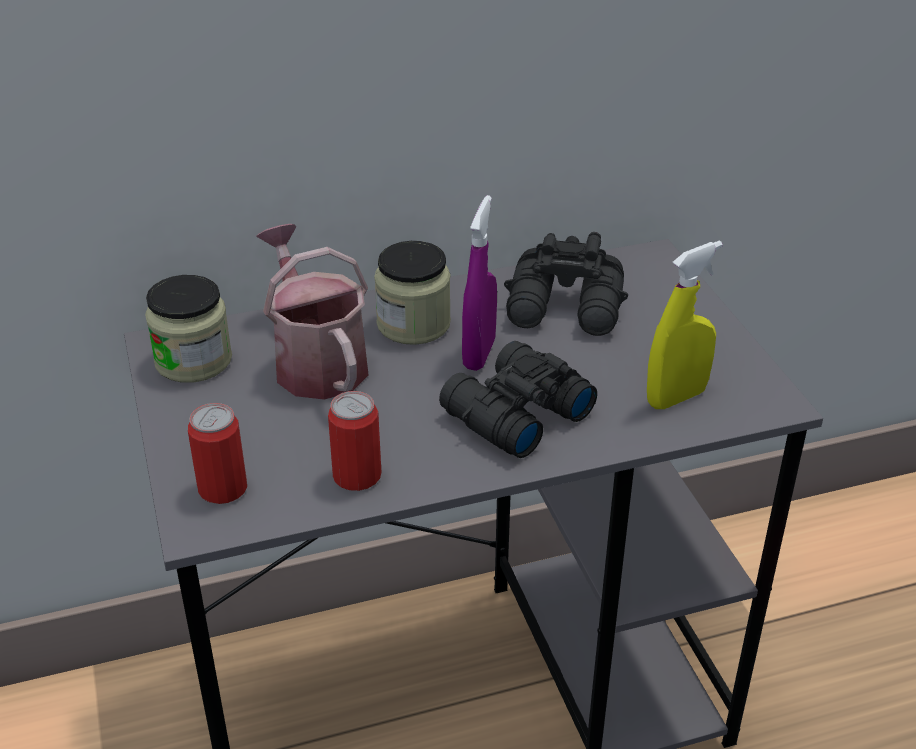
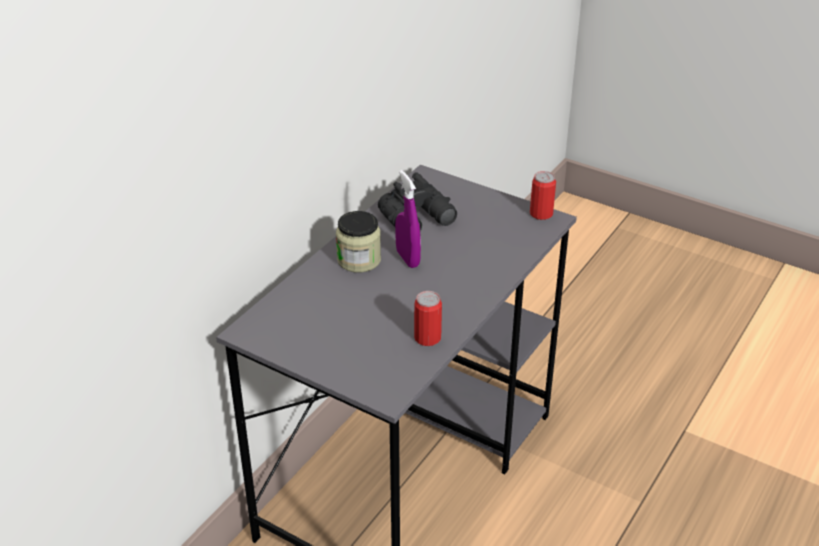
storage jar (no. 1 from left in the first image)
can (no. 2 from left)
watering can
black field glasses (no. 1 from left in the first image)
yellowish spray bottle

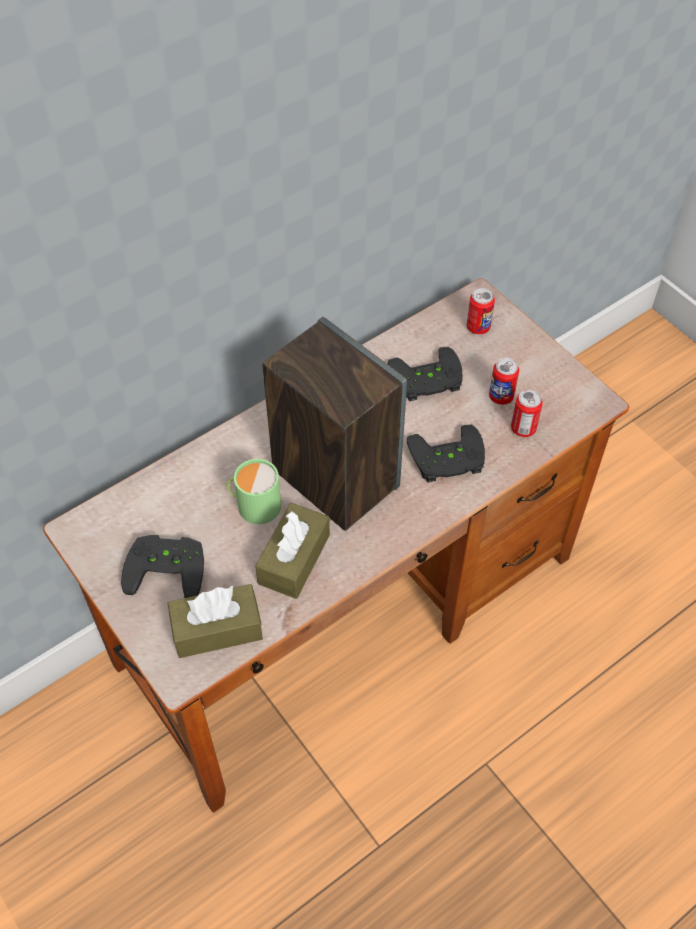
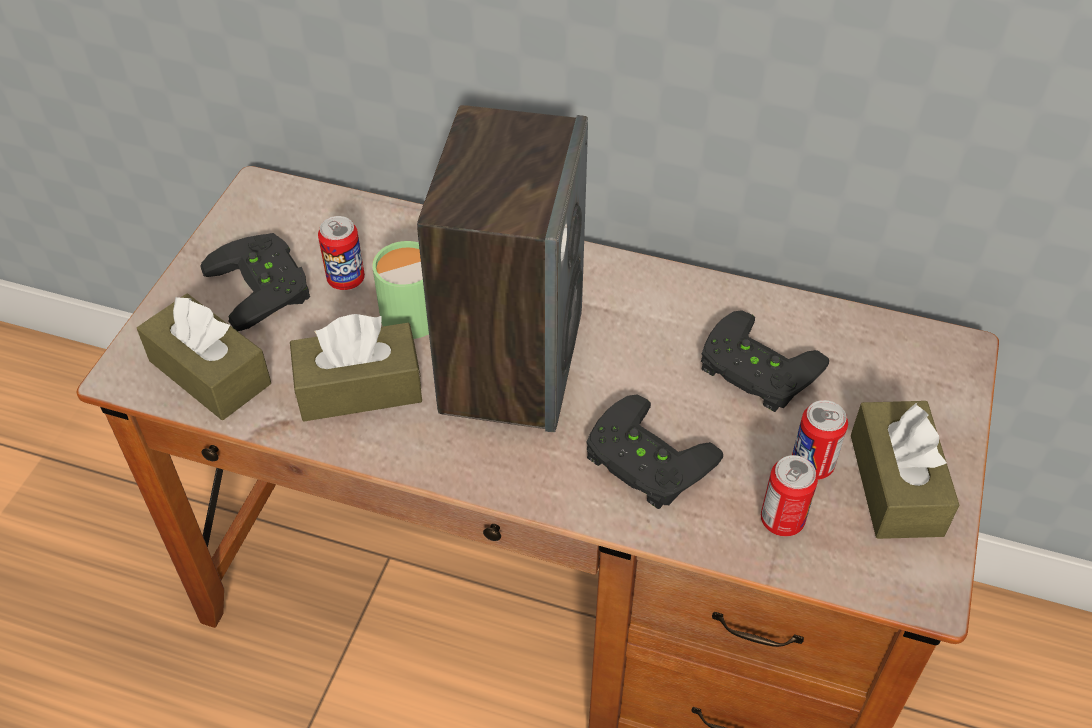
can (no. 1 from left)
brown box of tissues (no. 3 from left)

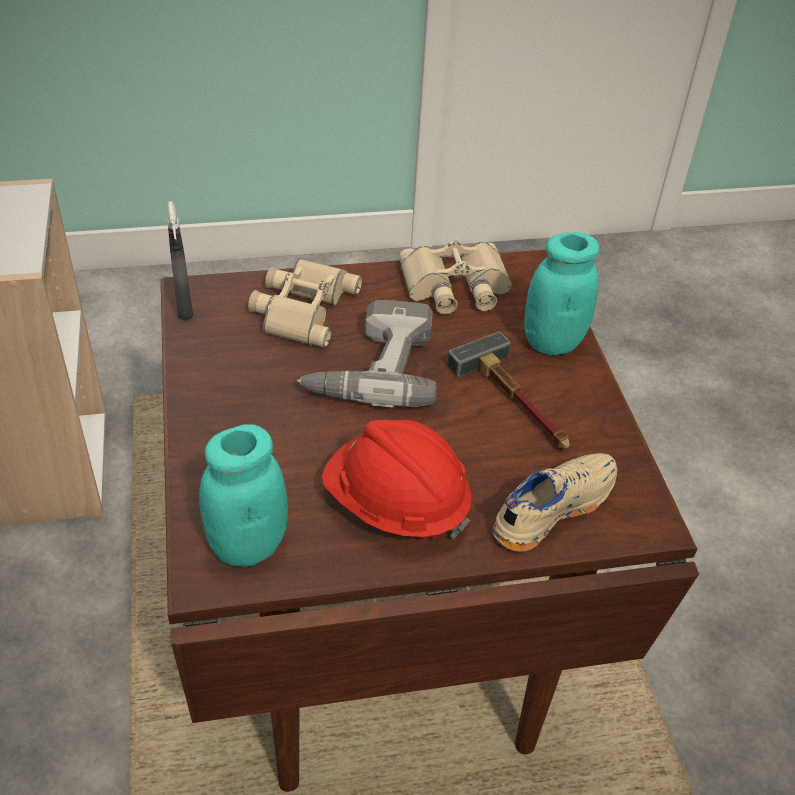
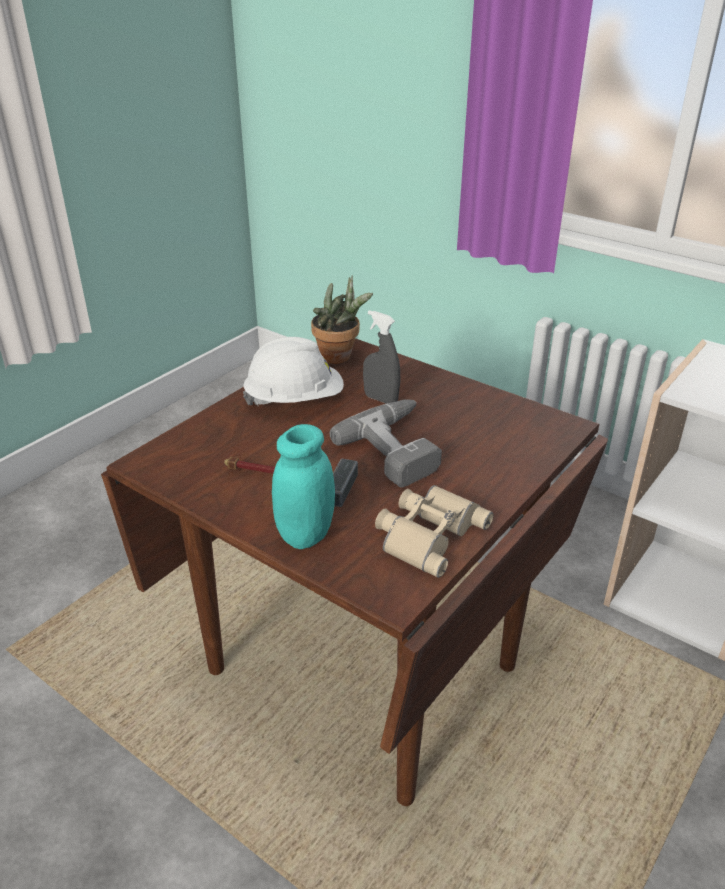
grey spray bottle
potted plant
beige-coloured field glasses (no. 1 from left in the first image)
whitish work helmet
beige-coloured item of footwear

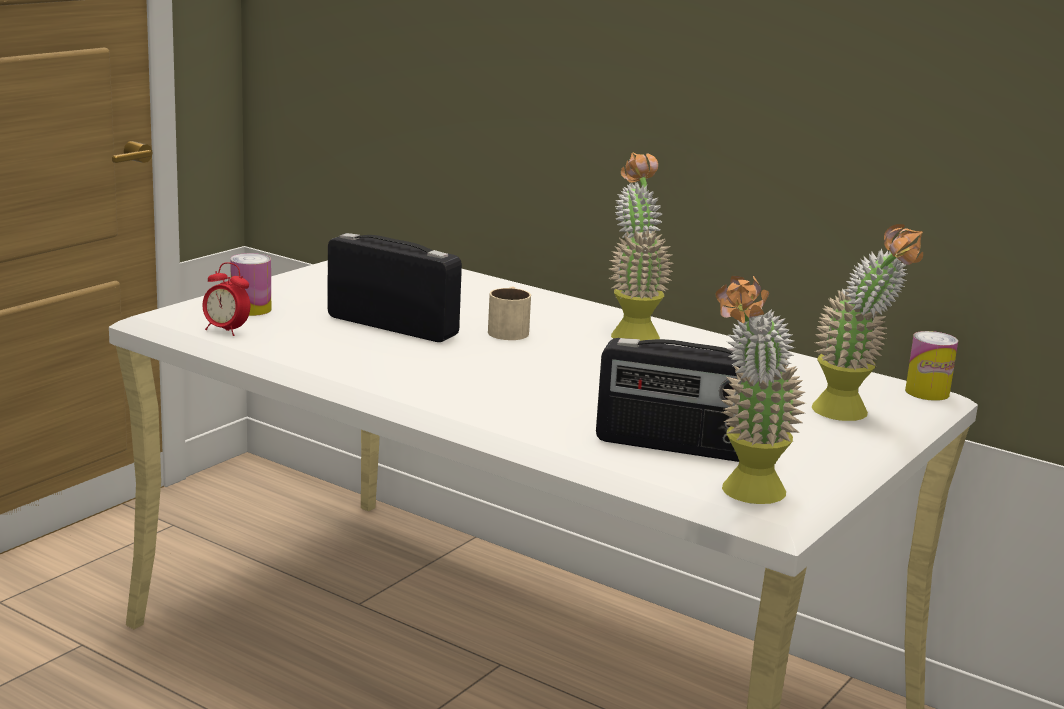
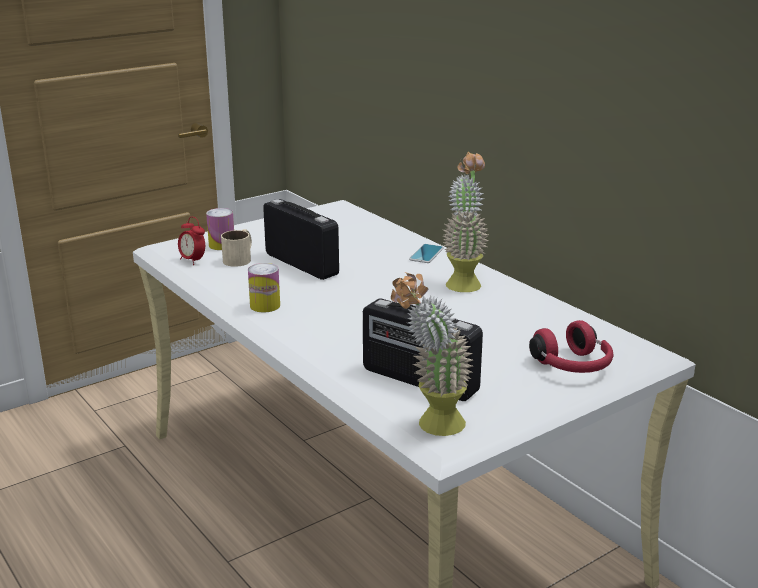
beige-coloured mug
red-coloured headphones
can (no. 2 from left)
telephone

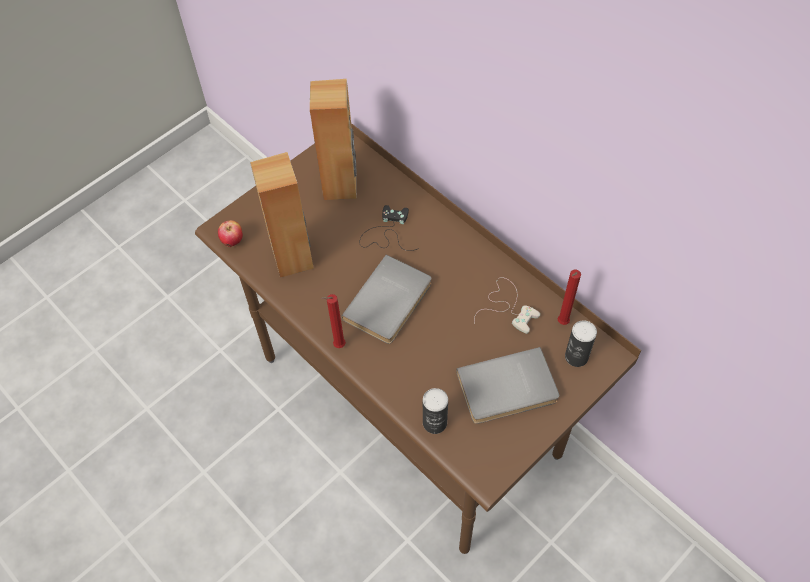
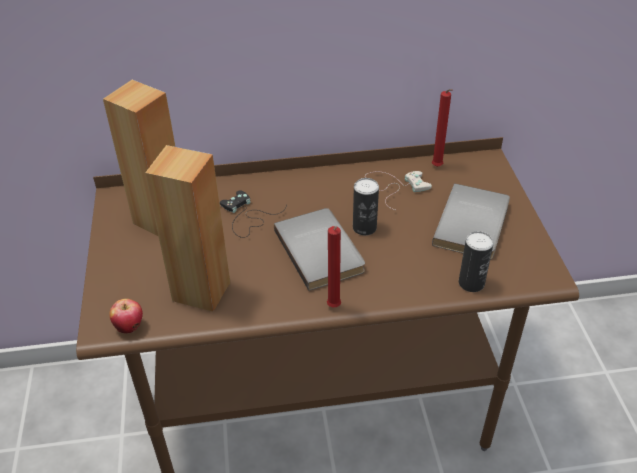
can (no. 1 from left)

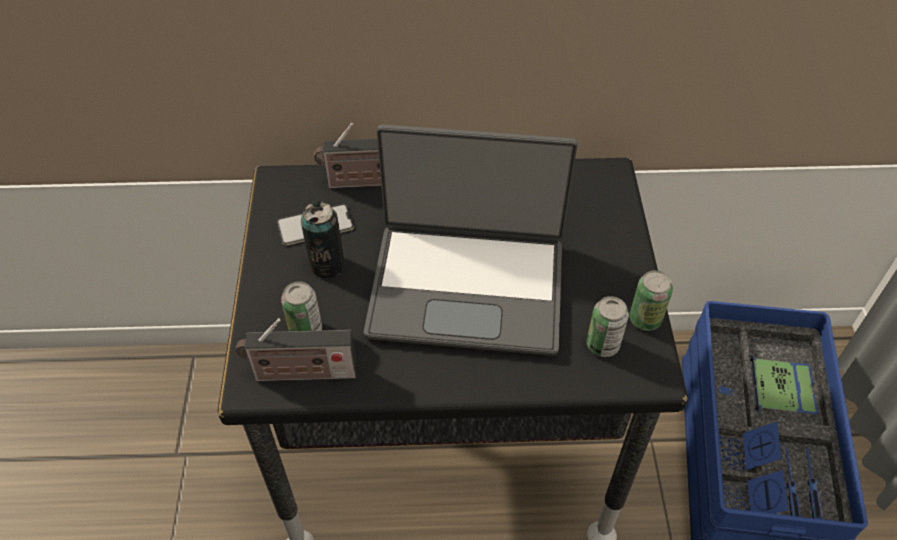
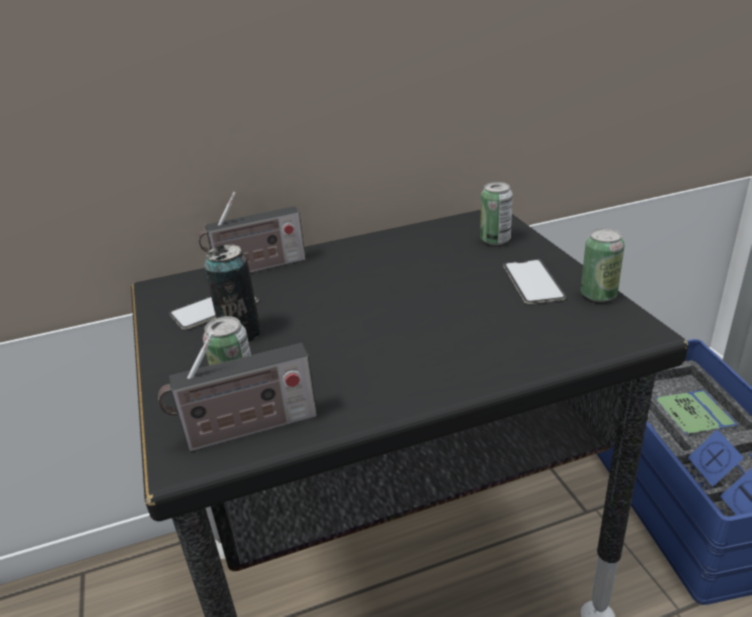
notebook computer
can (no. 3 from left)
telephone (no. 2 from left)

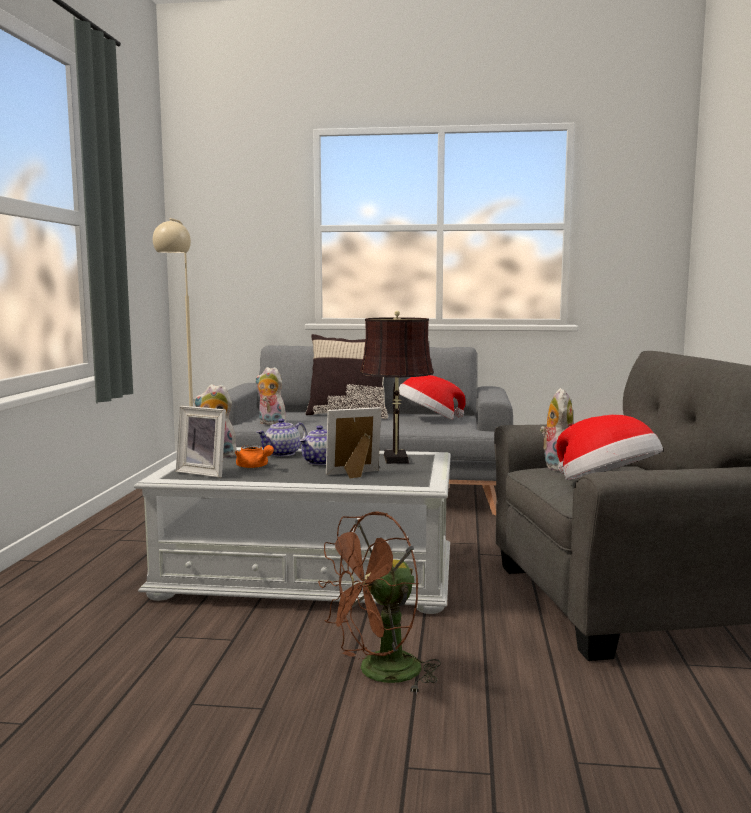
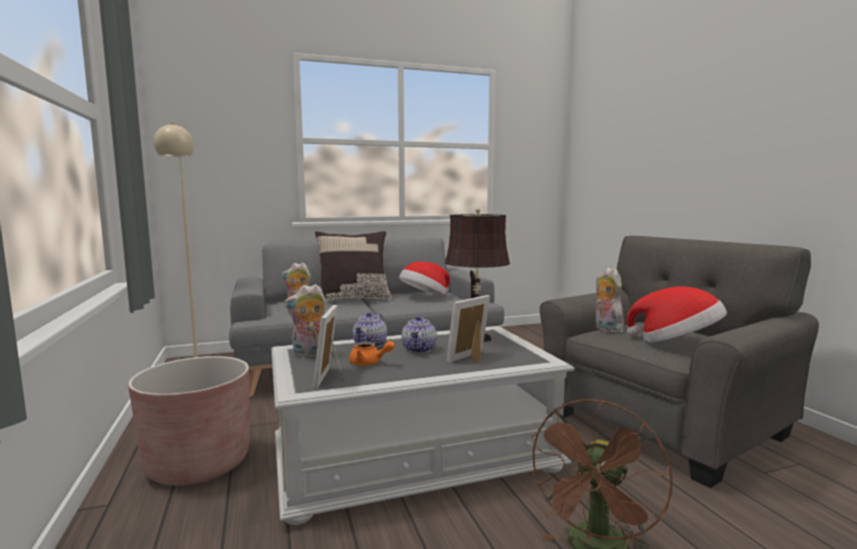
standing frame (no. 1 from left)
brown plant pot

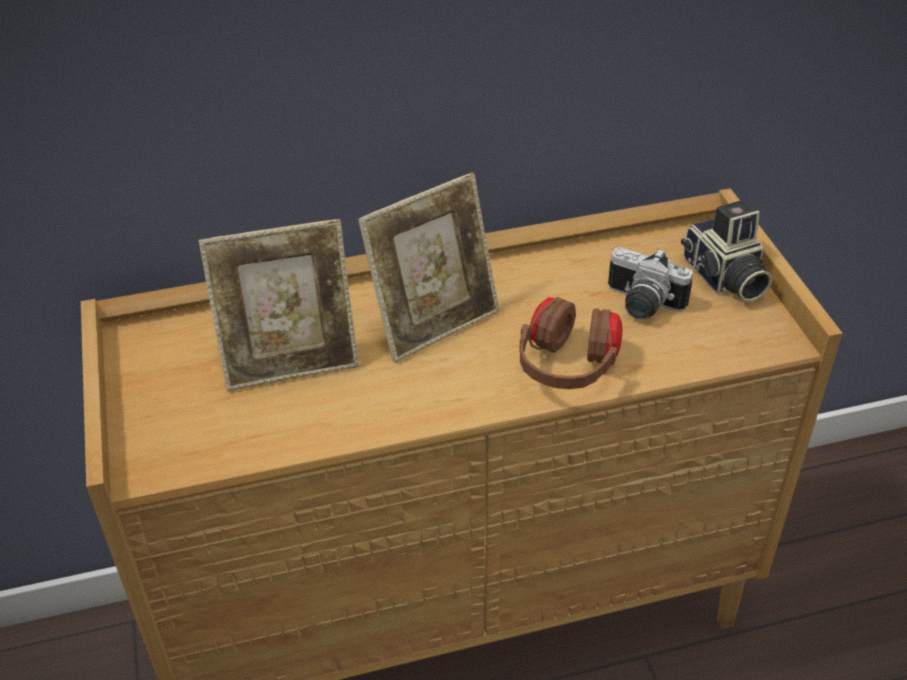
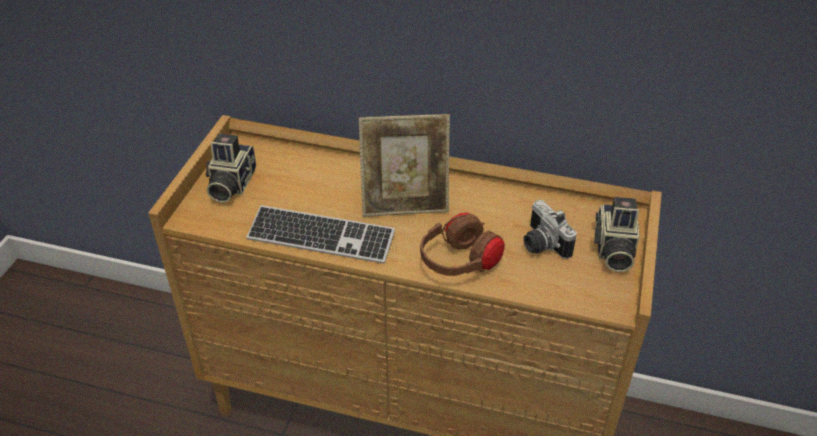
standing frame (no. 1 from left in the first image)
photo camera (no. 1 from left)
computer keyboard

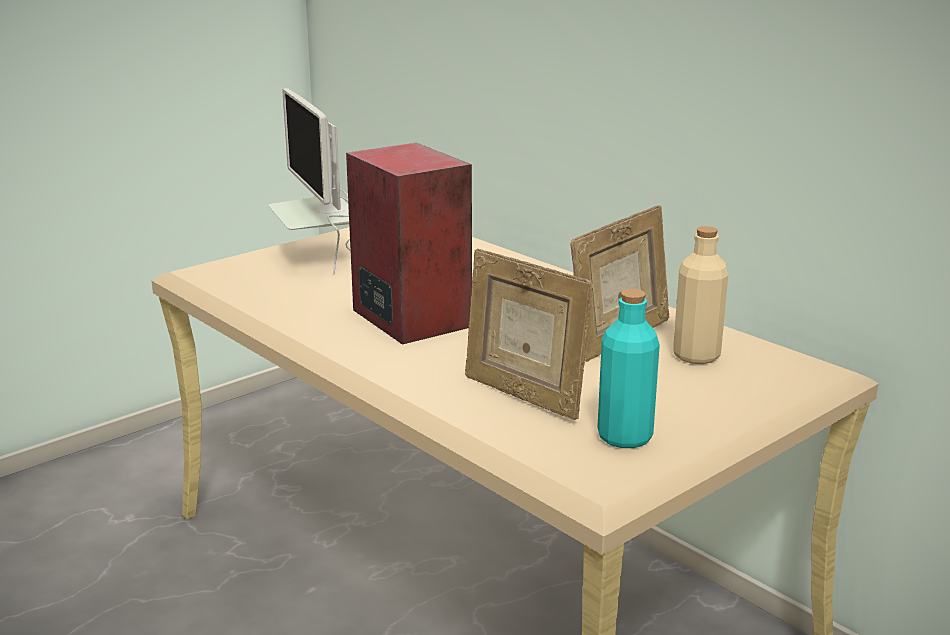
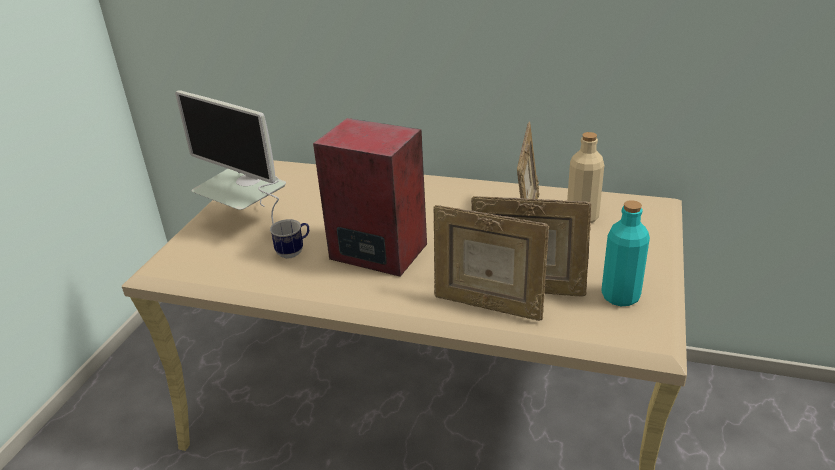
mug
standing frame (no. 1 from left)

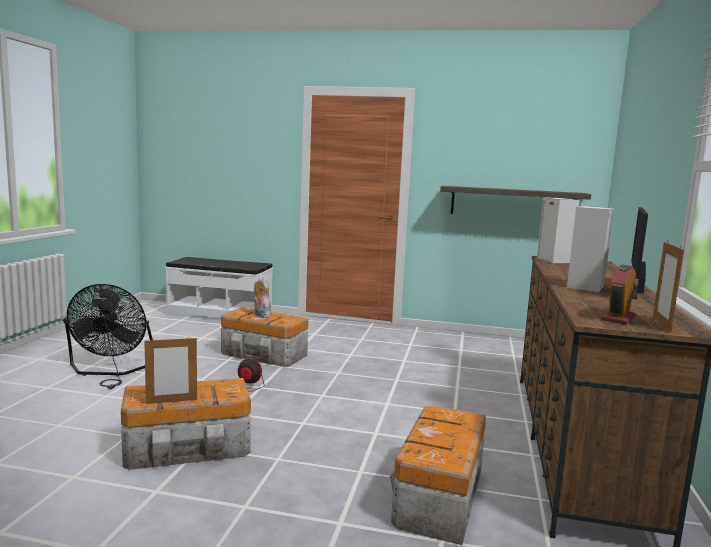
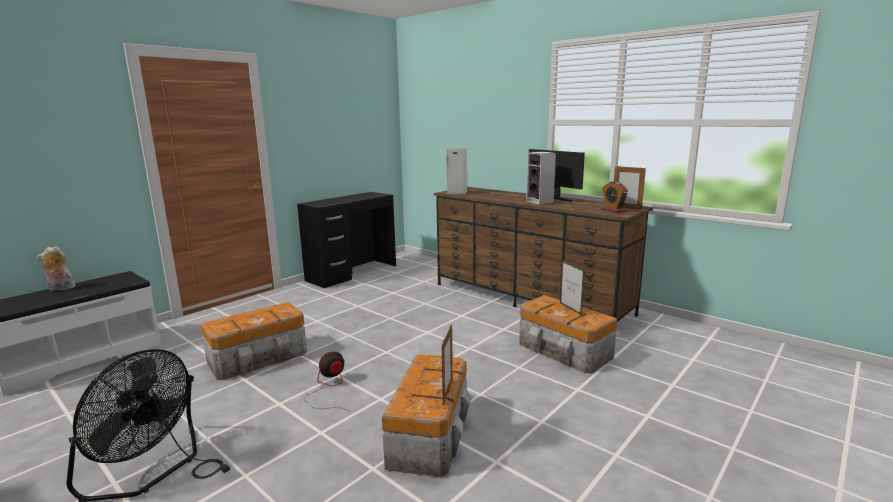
cuddly toy
wall shelf
black desk unit
standing frame (no. 2 from left)

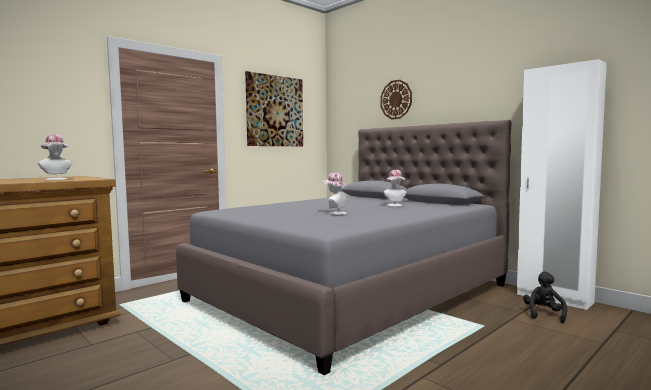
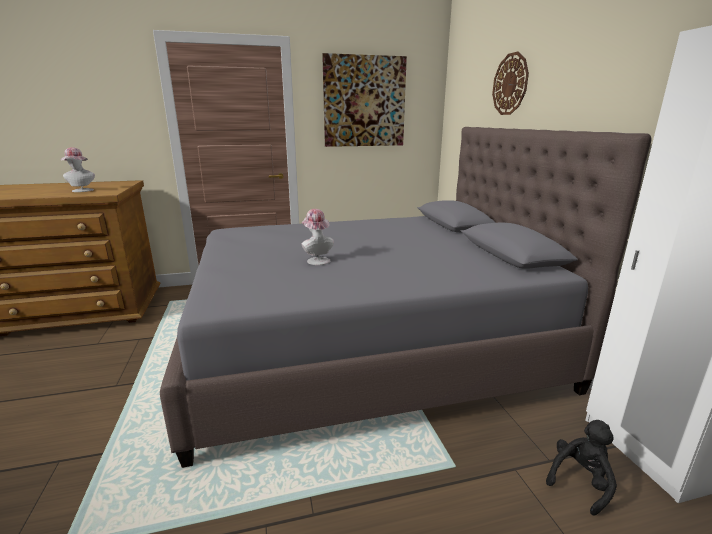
clothing hat (no. 3 from left in the first image)

